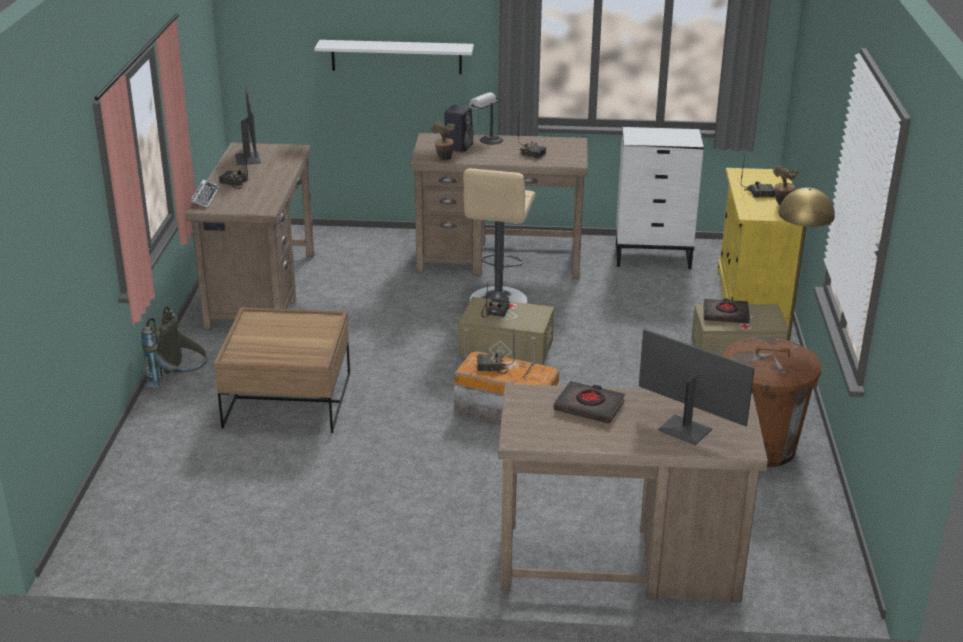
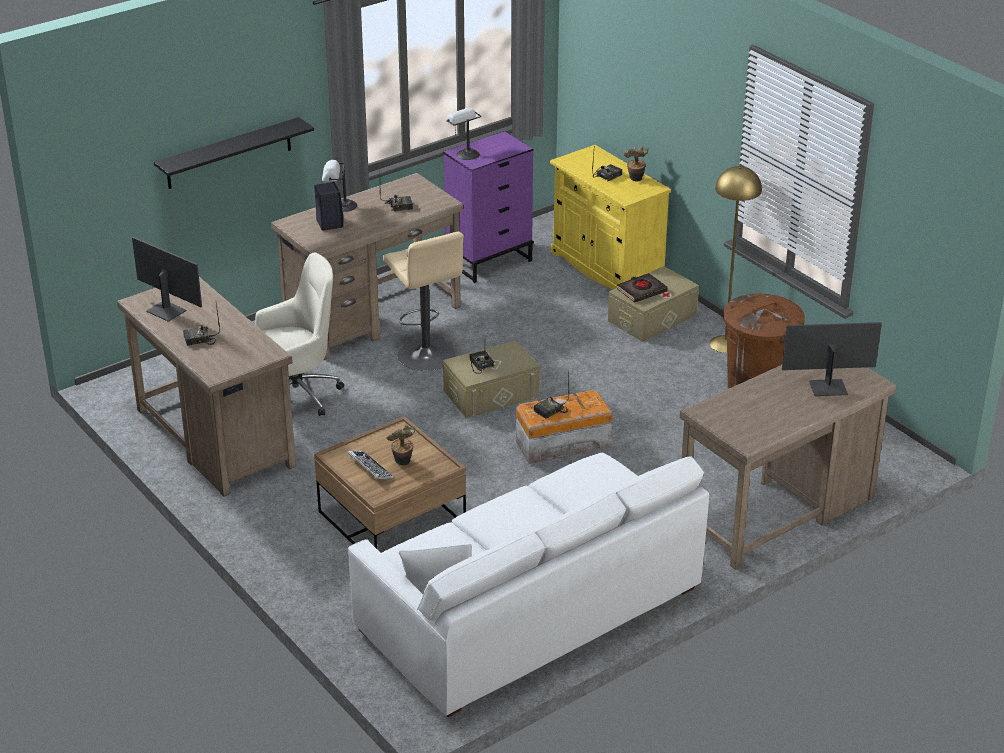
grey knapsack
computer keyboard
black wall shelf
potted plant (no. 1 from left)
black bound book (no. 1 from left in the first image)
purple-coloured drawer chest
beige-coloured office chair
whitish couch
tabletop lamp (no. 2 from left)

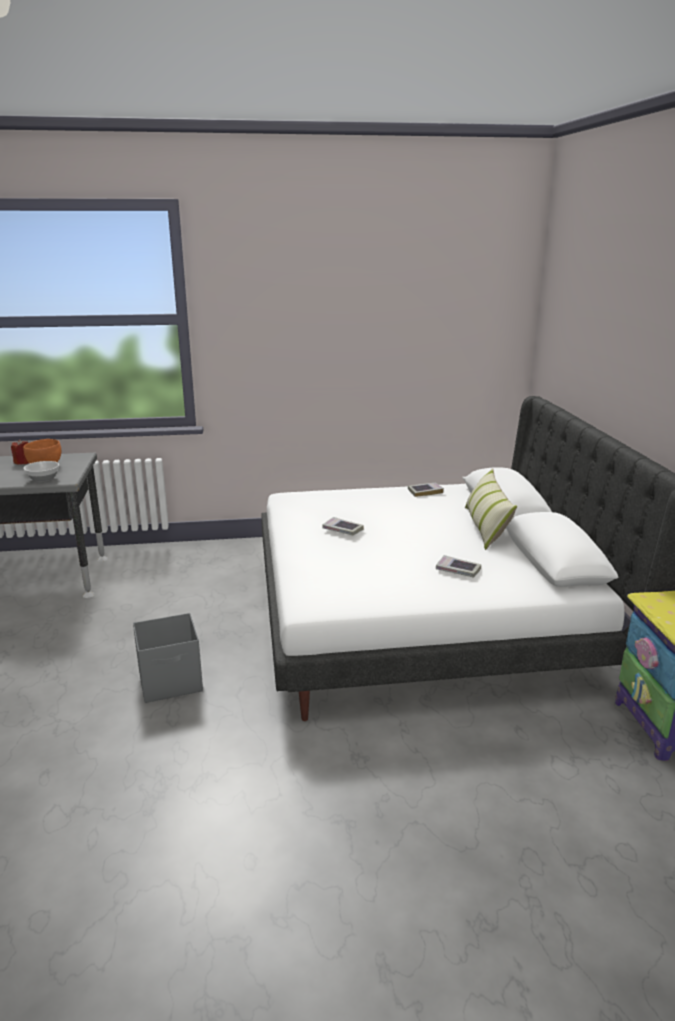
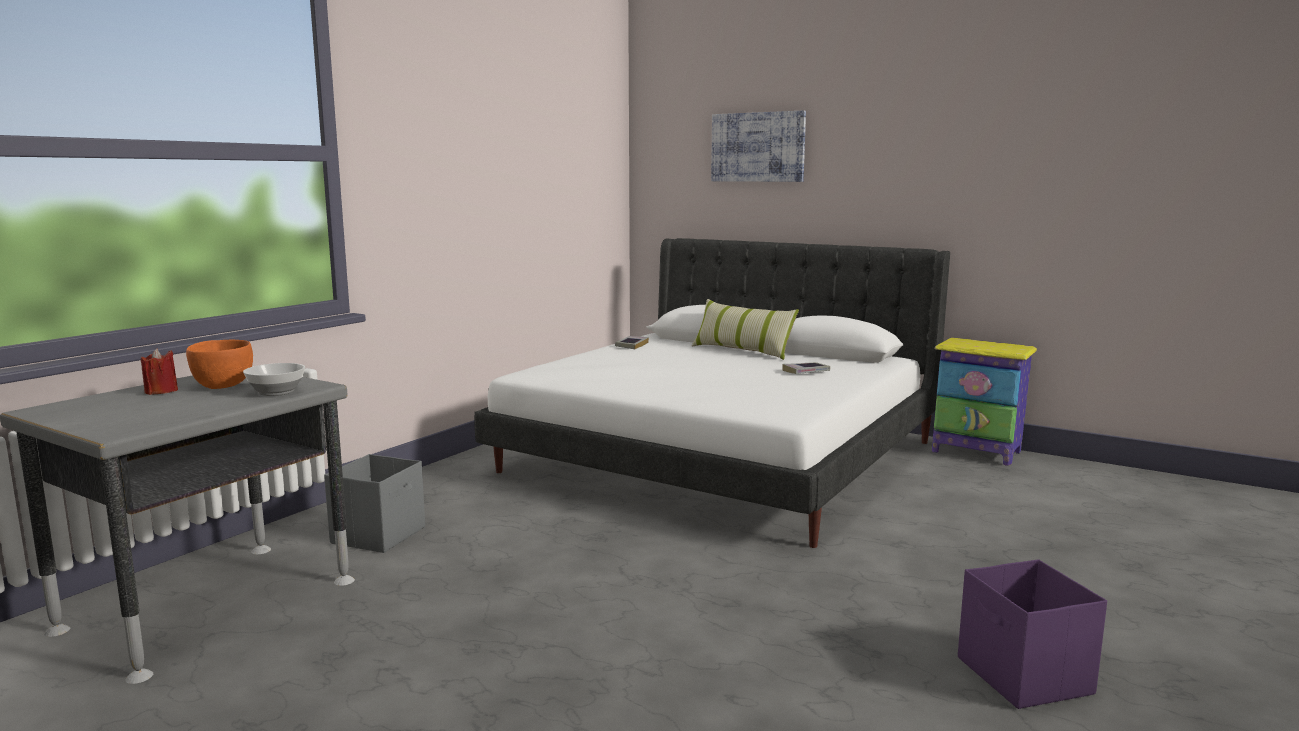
grey storage container
bound book (no. 1 from left in the first image)
picture
purple-coloured storage container

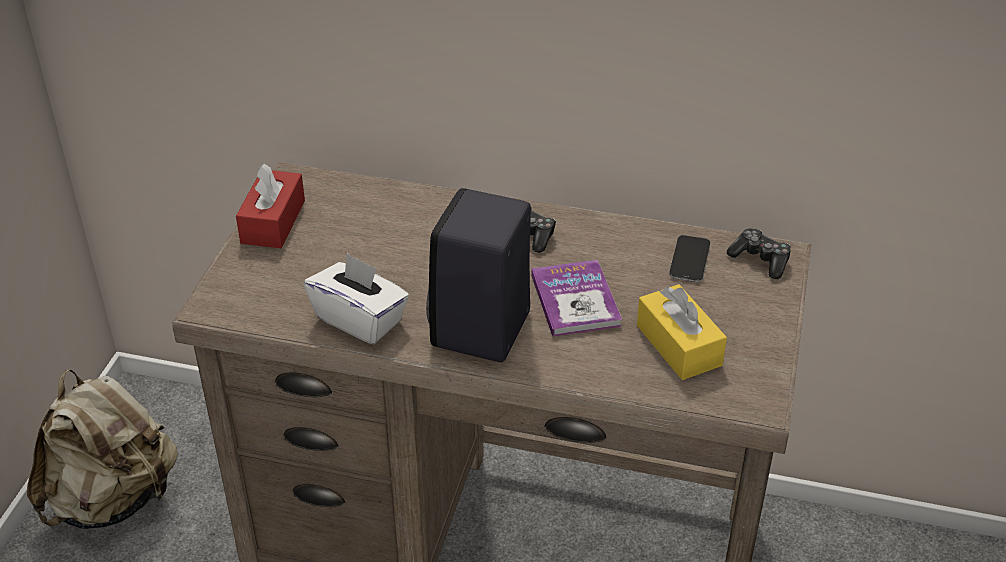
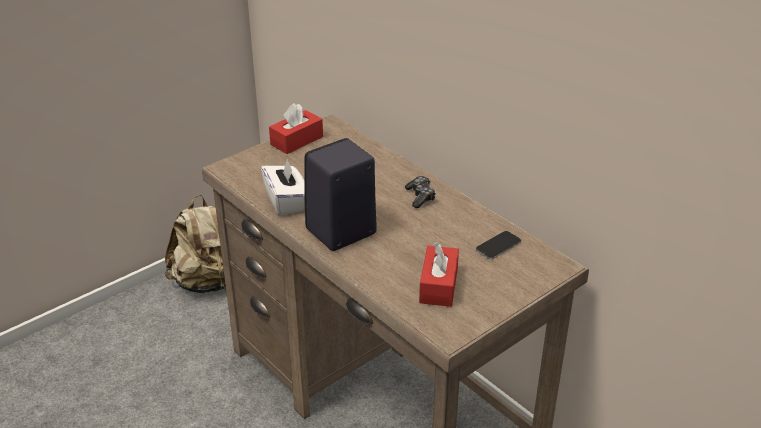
bound book
red-coloured box of tissues (no. 2 from left)
game controller (no. 2 from left in the first image)

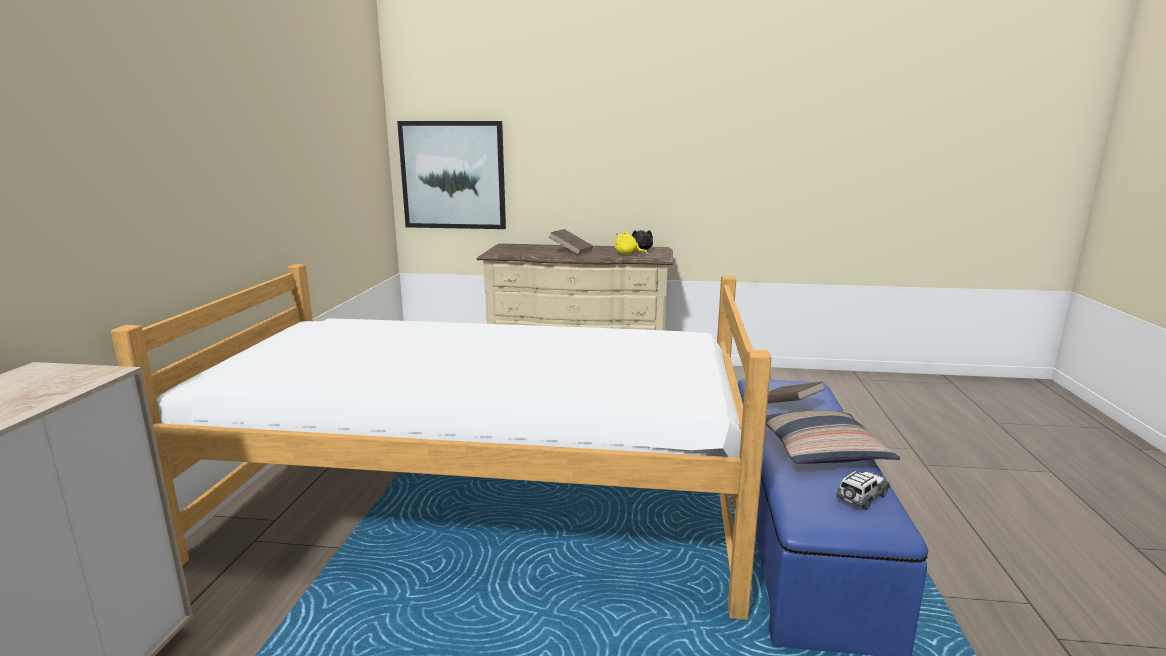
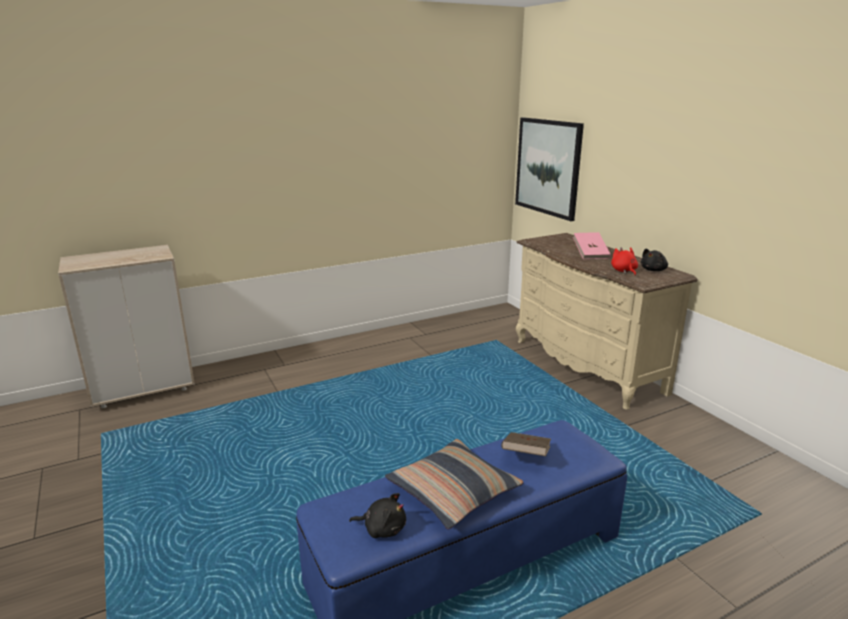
bed
pink-coloured bound book
red-coloured cuddly toy
black cuddly toy (no. 1 from left)

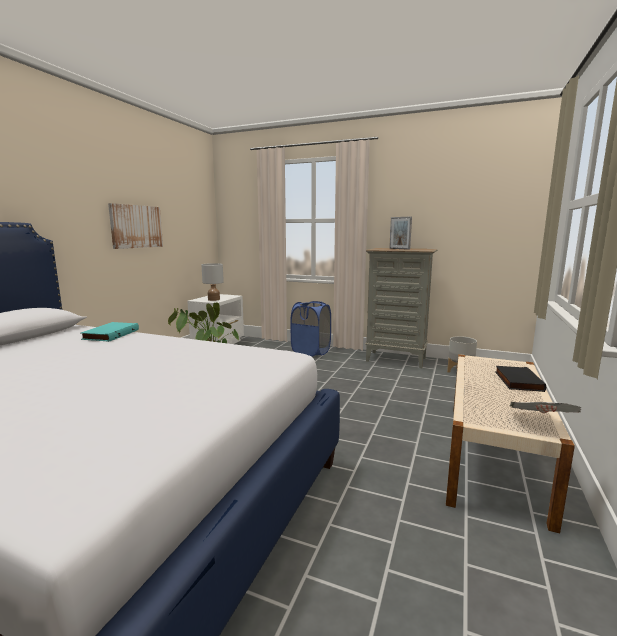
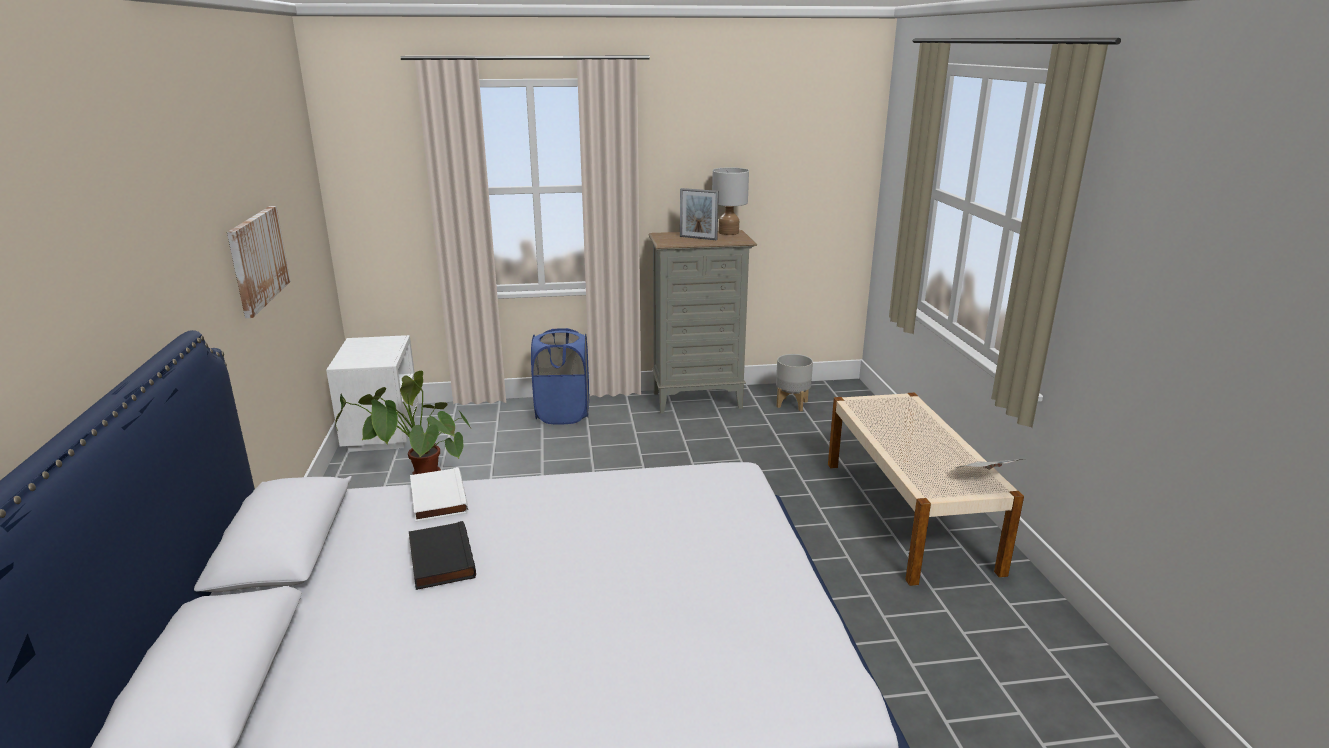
whitish bound book
grey tabletop lamp
black bound book

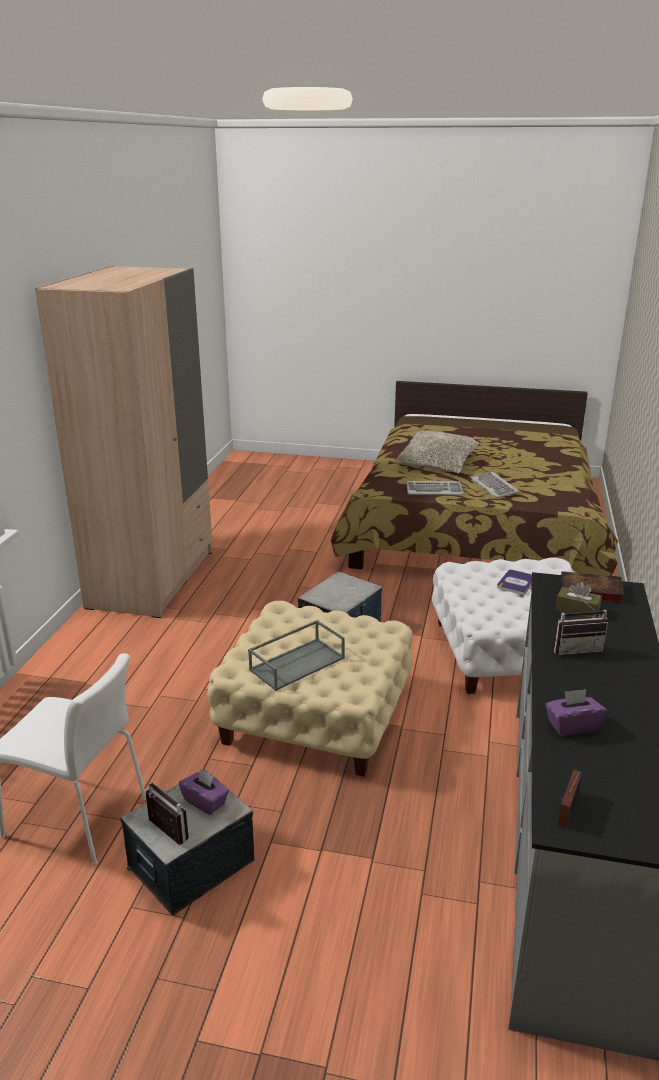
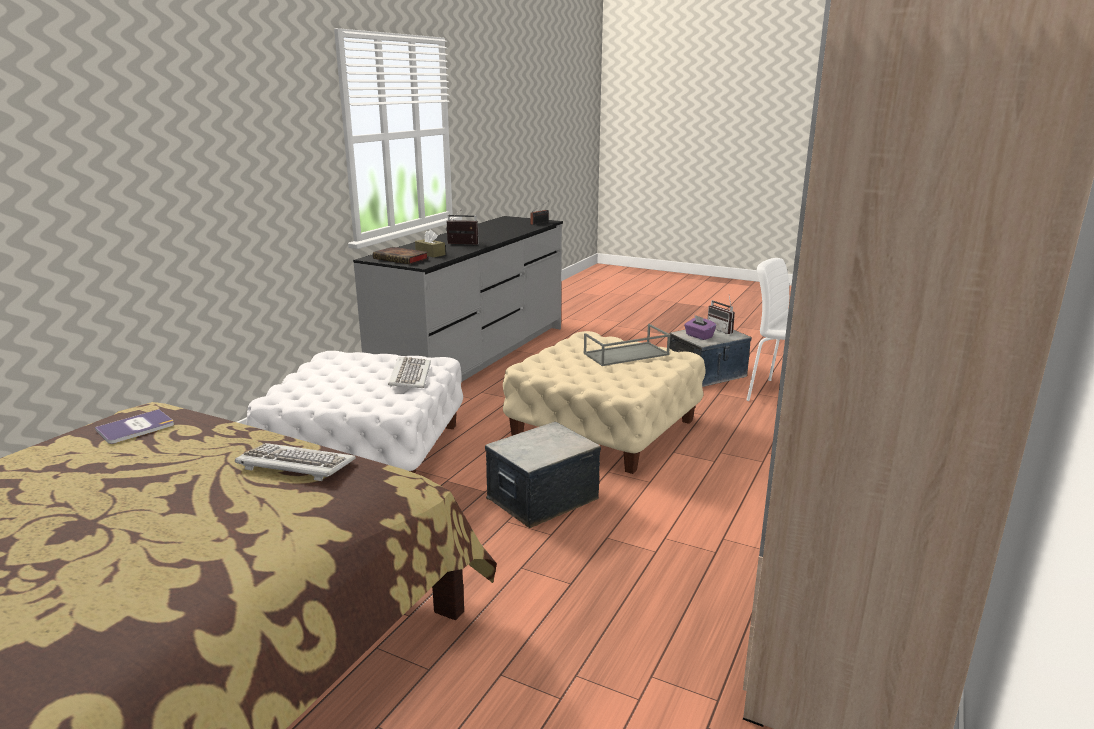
beige-coloured cushion
computer keyboard (no. 2 from left)
bound book (no. 1 from left)
purple-coloured box of tissues (no. 2 from left in the first image)

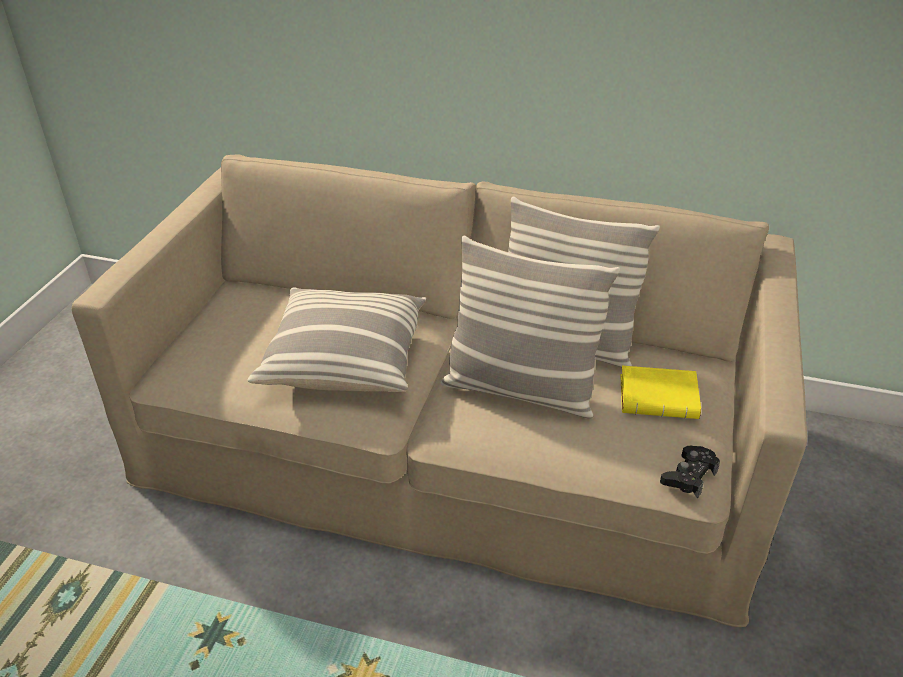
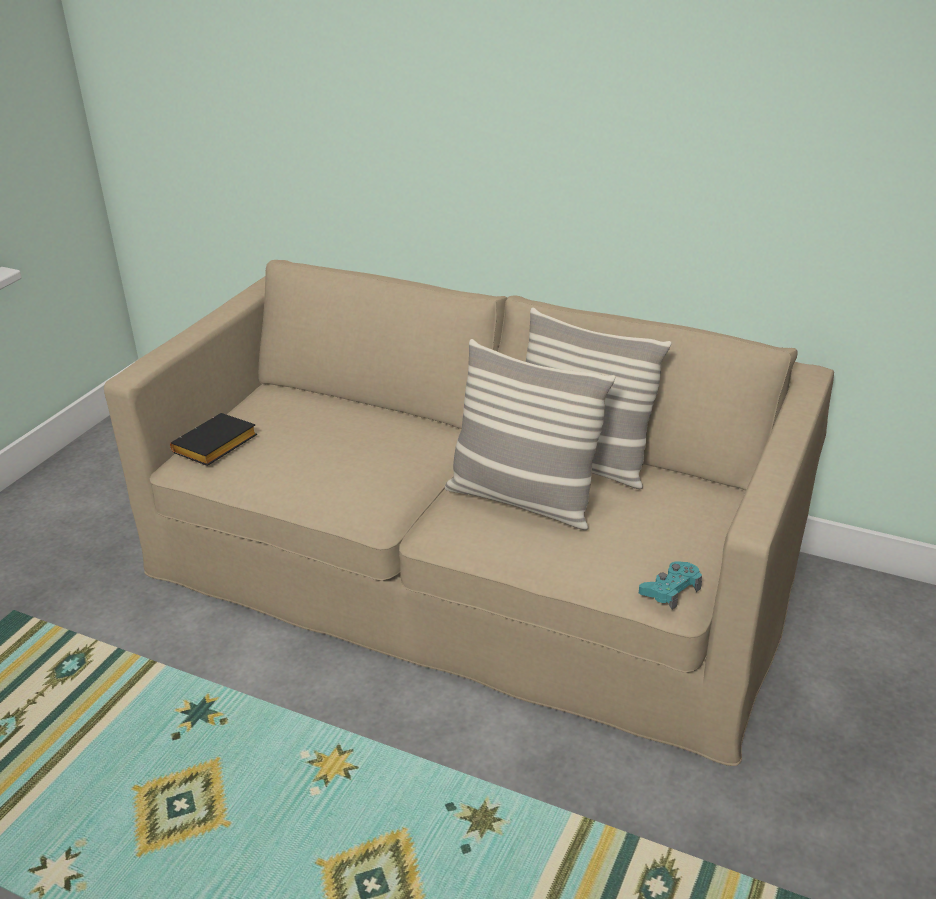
cushion (no. 1 from left in the first image)
yellowish bound book
turquoise game controller
black bound book

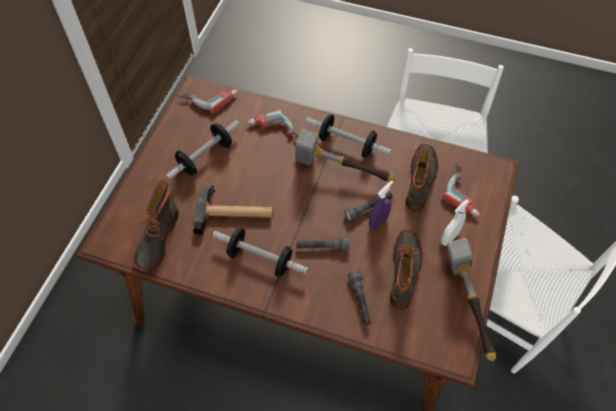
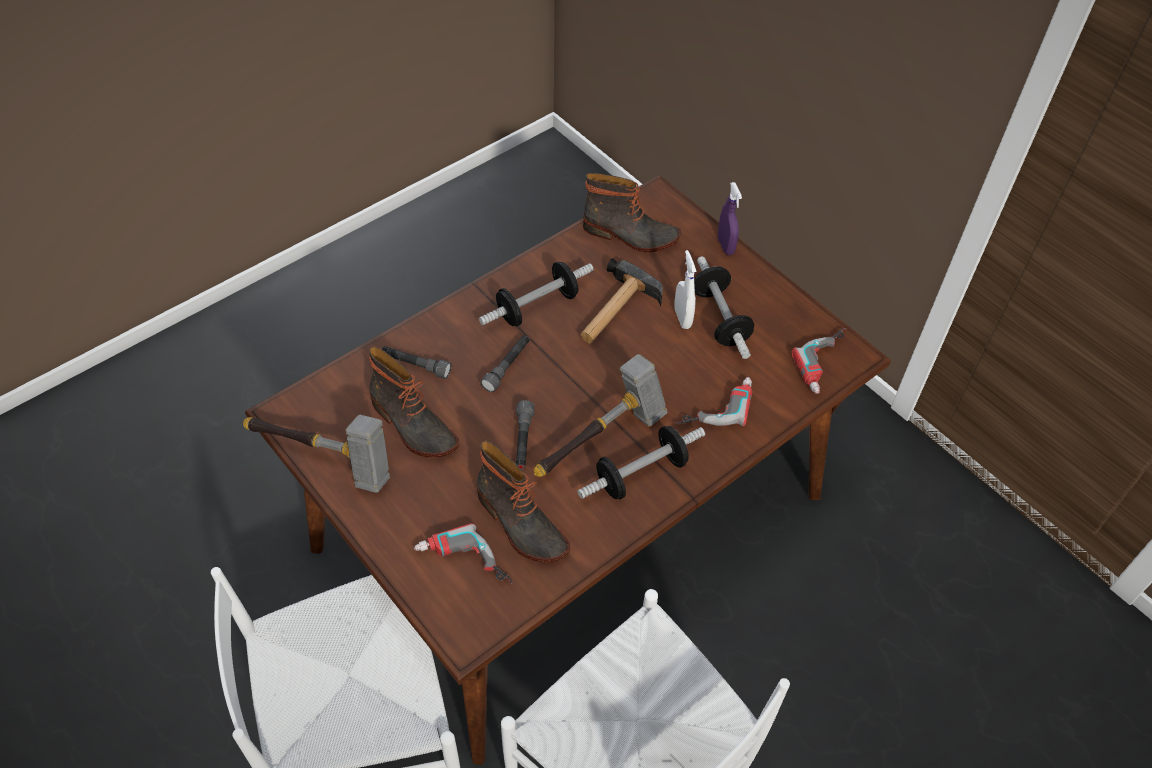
high-top boot (no. 3 from left)
purple-coloured spray bottle
whitish spray bottle

